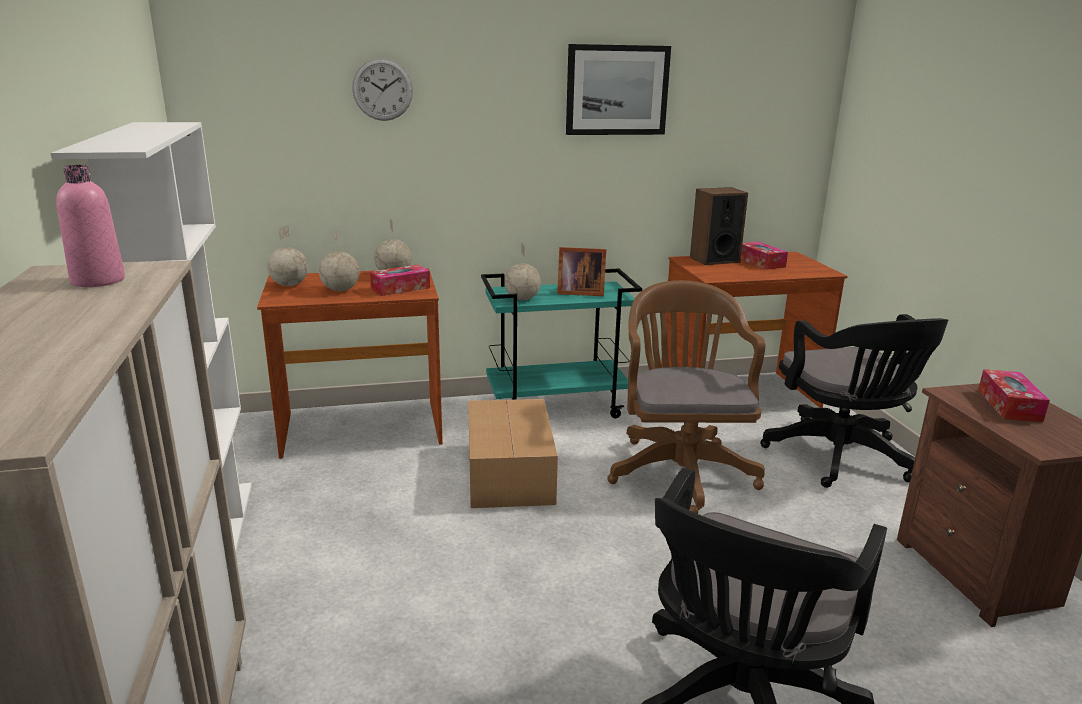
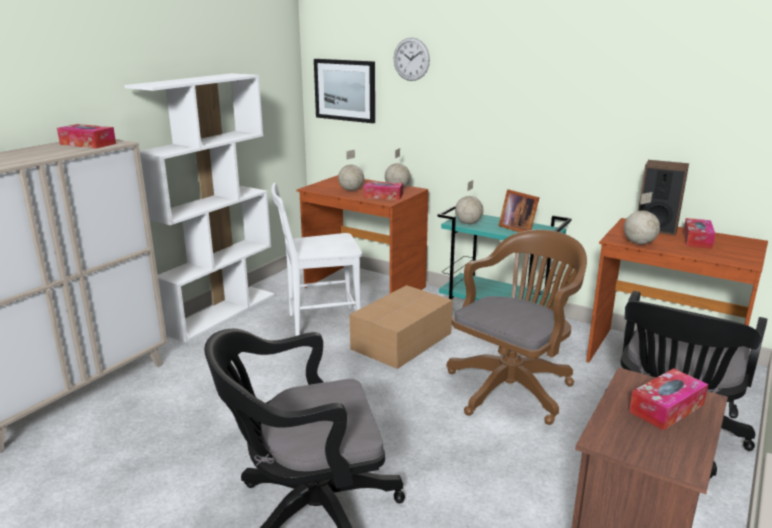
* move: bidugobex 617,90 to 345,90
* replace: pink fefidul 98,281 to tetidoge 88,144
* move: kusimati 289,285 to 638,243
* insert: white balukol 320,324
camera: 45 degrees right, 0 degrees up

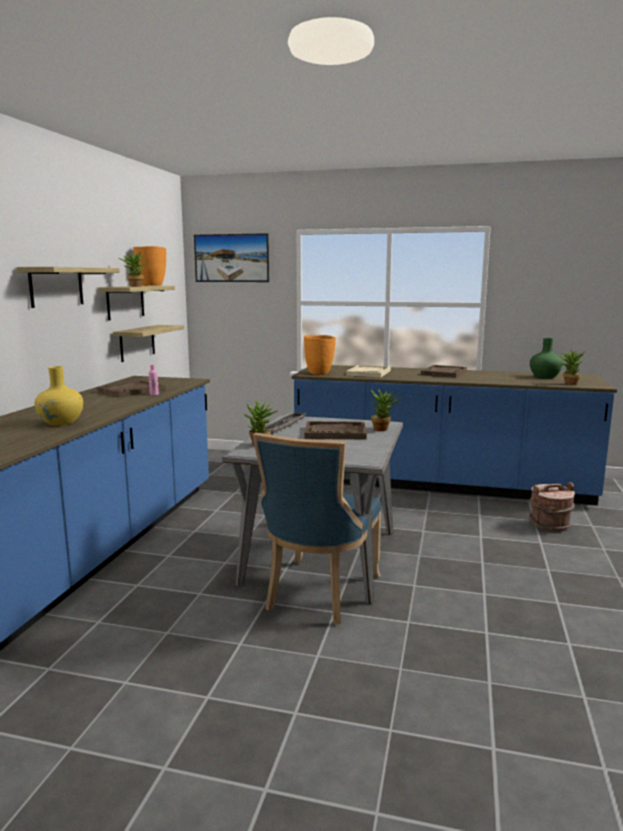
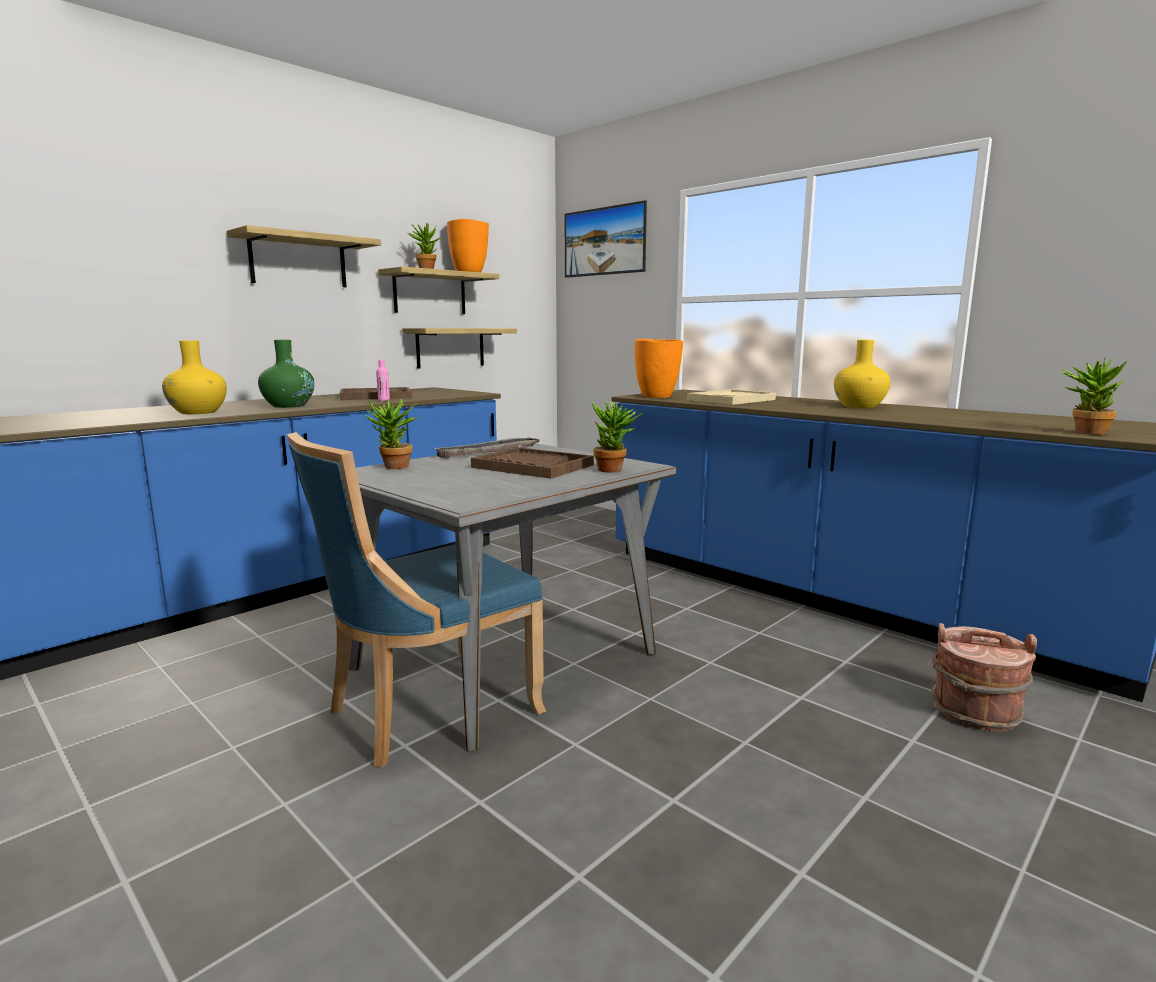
* move: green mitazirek 544,376 to 288,406
* replace: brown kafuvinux 444,373 to yellow mitazirek 859,406
camera: 30 degrees right, 0 degrees up

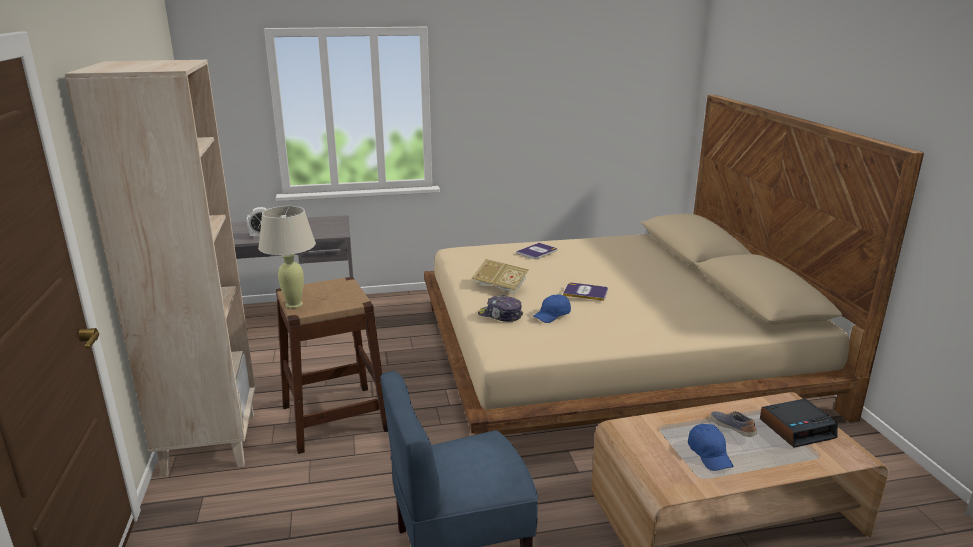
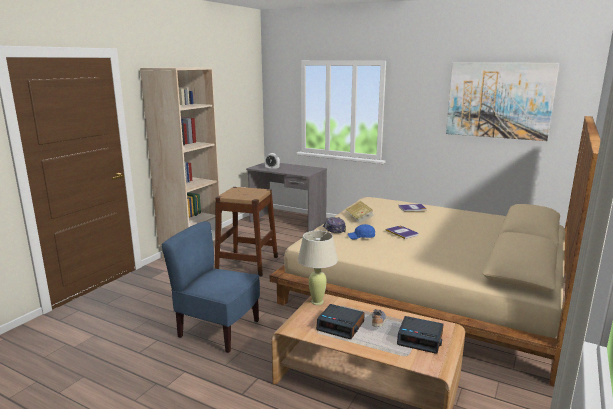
* move: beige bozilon 293,304 to 317,302
* replace: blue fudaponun 709,454 to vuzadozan 341,326
* insert: bidugobex 499,100
camera: 40 degrees right, 5 degrees down

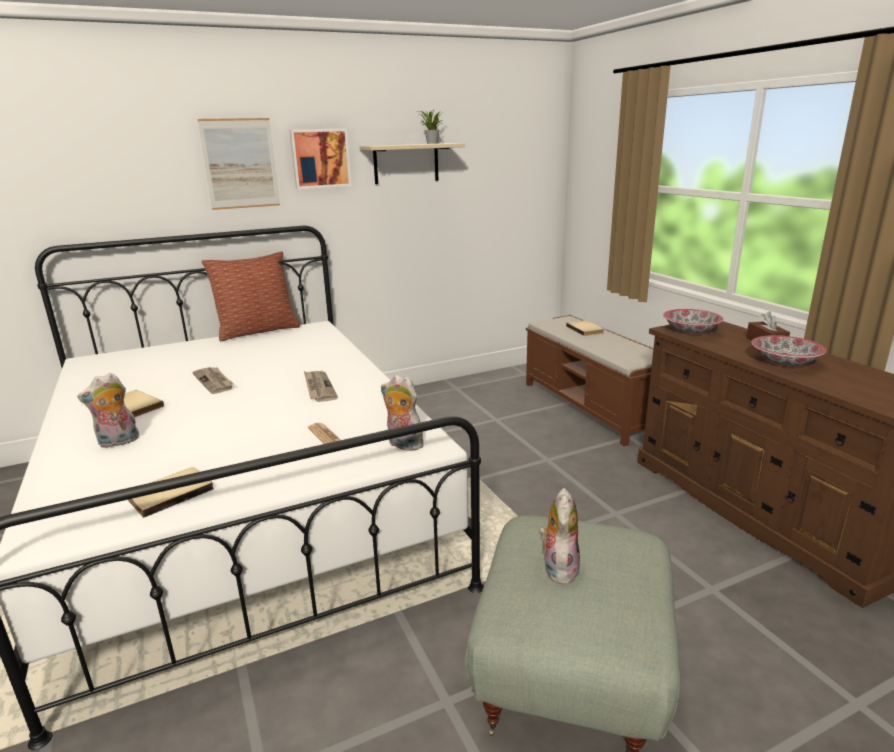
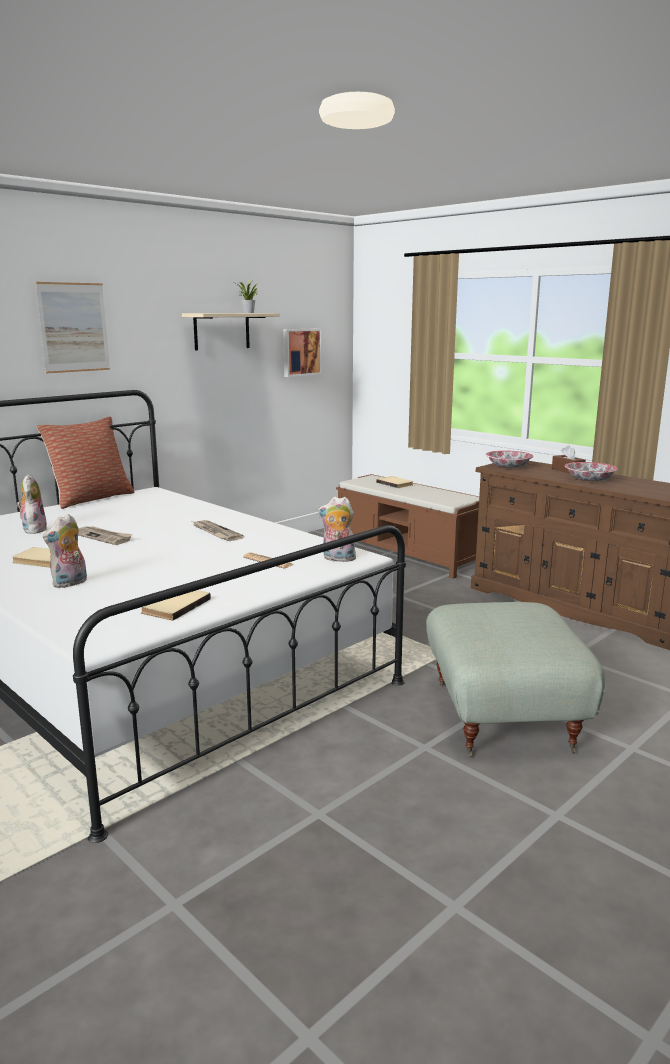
* move: bidugobex 320,158 to 301,352
* move: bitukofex 558,567 to 33,529
camera: 20 degrees left, 5 degrees down

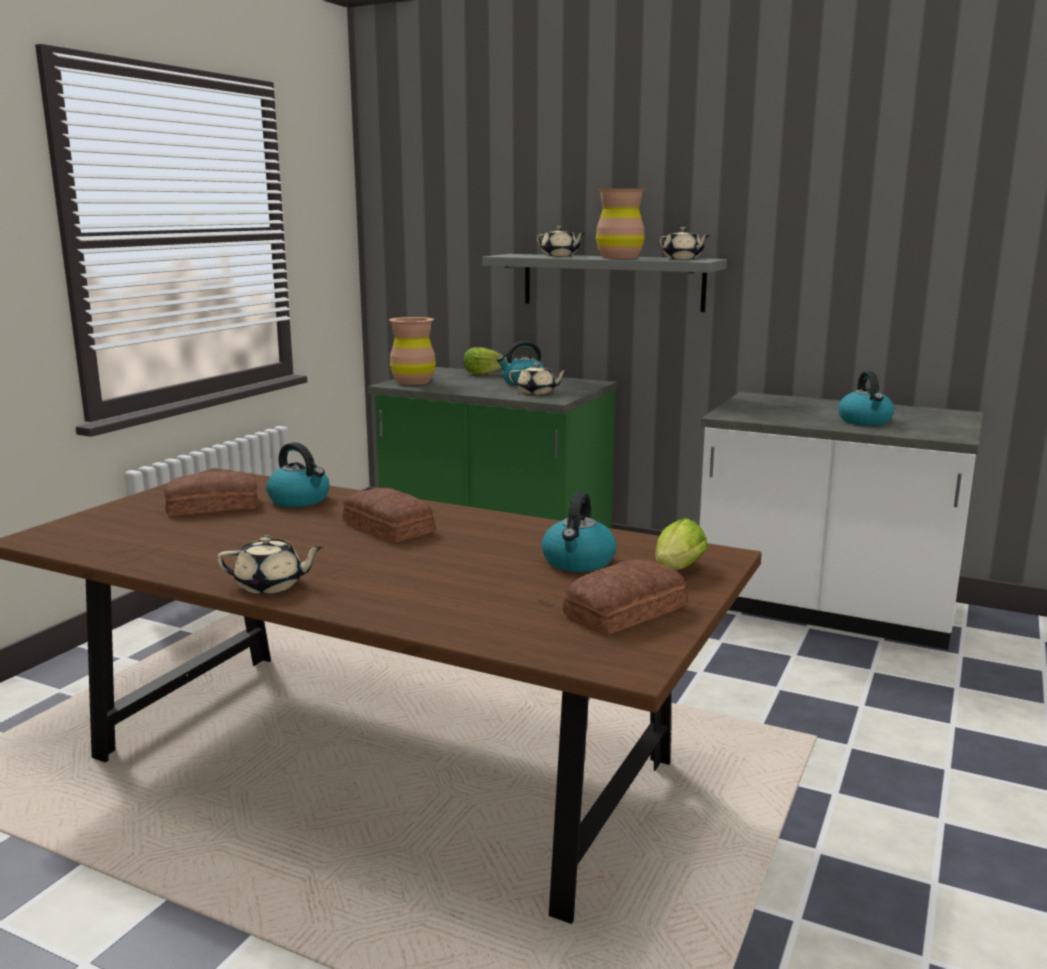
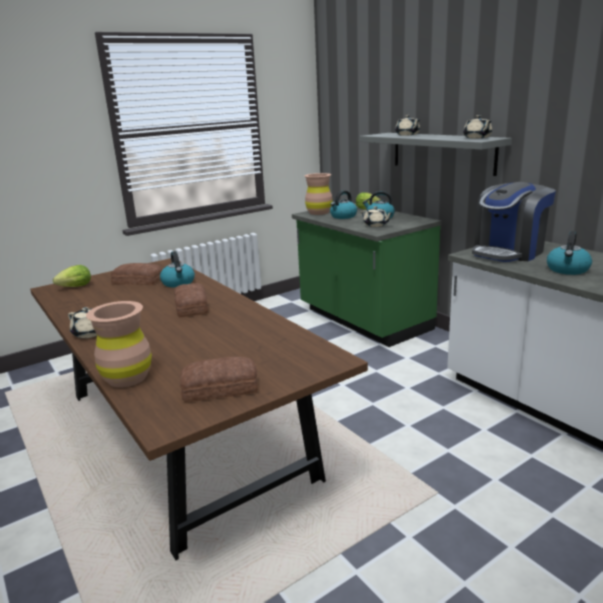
* move: brown mitazirek 619,257 to 127,378
* move: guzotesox 578,562 to 343,216
* move: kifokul 676,571 to 73,287
* insert: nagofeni 508,252
camera: 30 degrees right, 5 degrees up

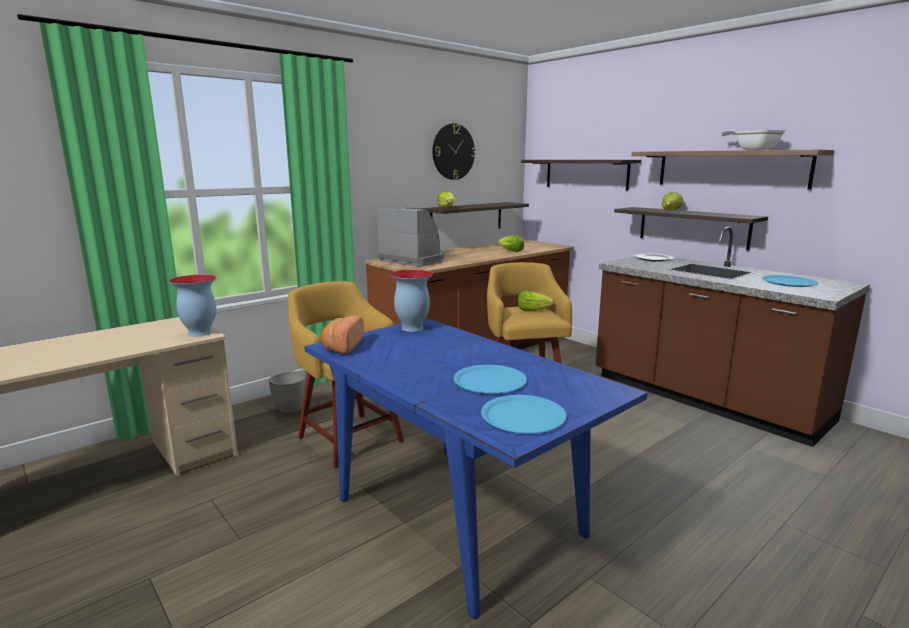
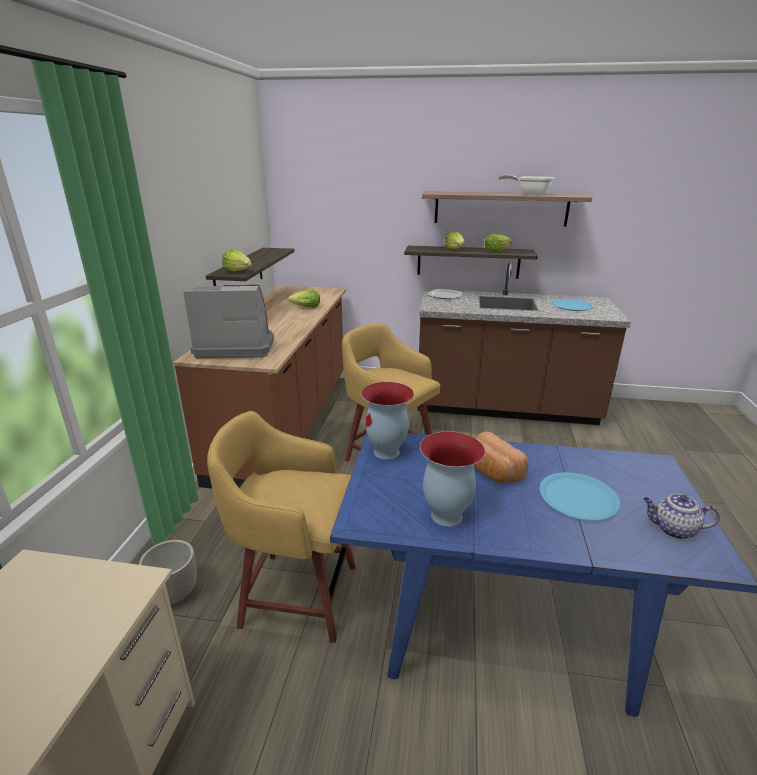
* delete: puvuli 453,152
* delete: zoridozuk 586,174
* move: mitazirek 199,333 to 446,516
* move: kifokul 533,310 to 496,251
* move: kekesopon 342,346 to 491,472
* replace: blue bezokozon 523,416 to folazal 673,529
camera: 40 degrees left, 10 degrees up

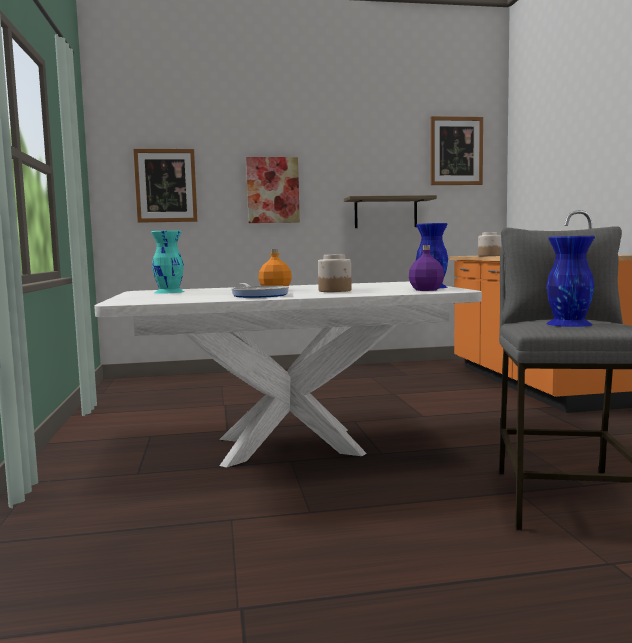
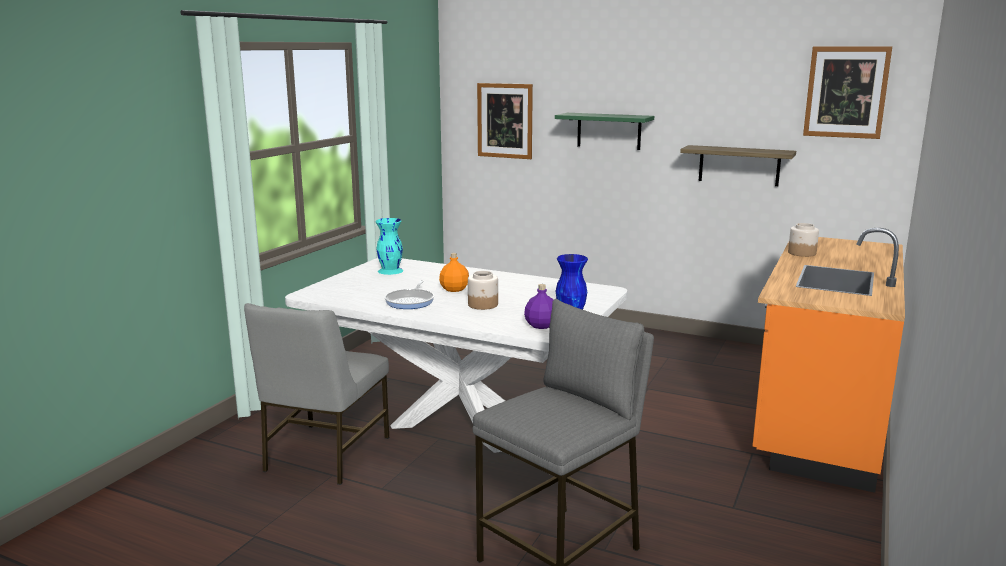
* replace: bidugobex 272,190 to green zoridozuk 609,131
* delete: blue mitazirek 569,323
* insert: grey balukol 324,454
camera: 35 degrees right, 10 degrees up

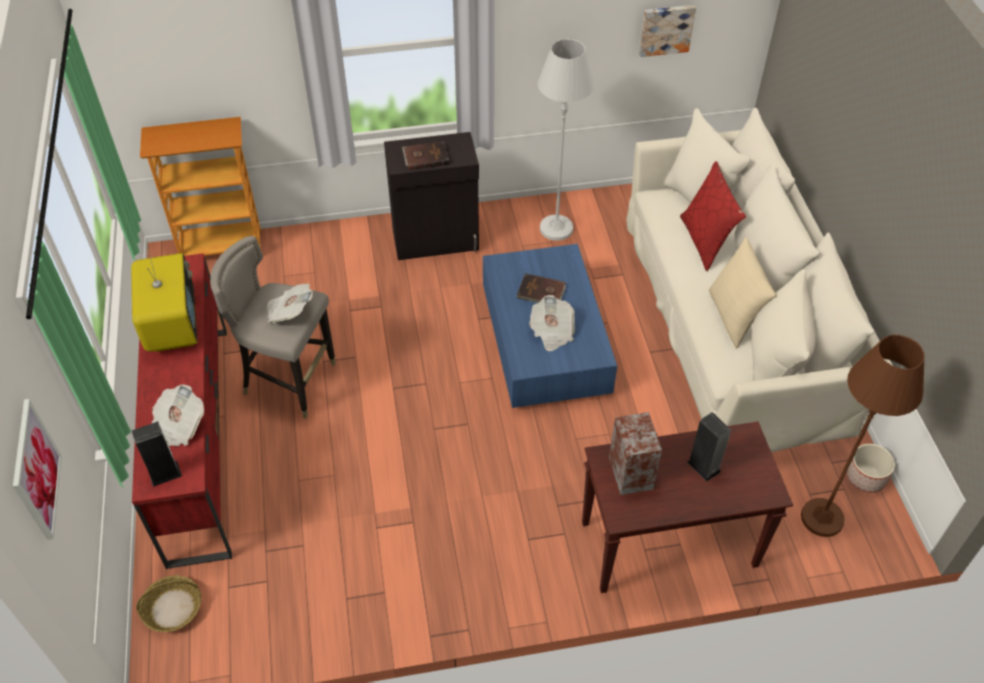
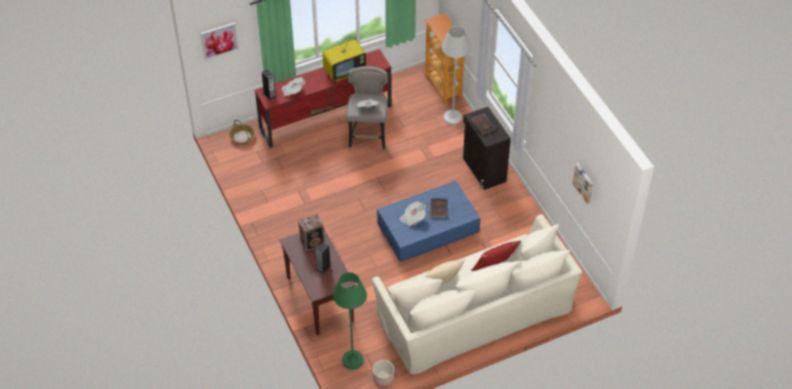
* move: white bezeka 556,228 to 452,117
* recolor: brown bezeka 822,518 to green bezeka 352,360
camera: 75 degrees right, 0 degrees up

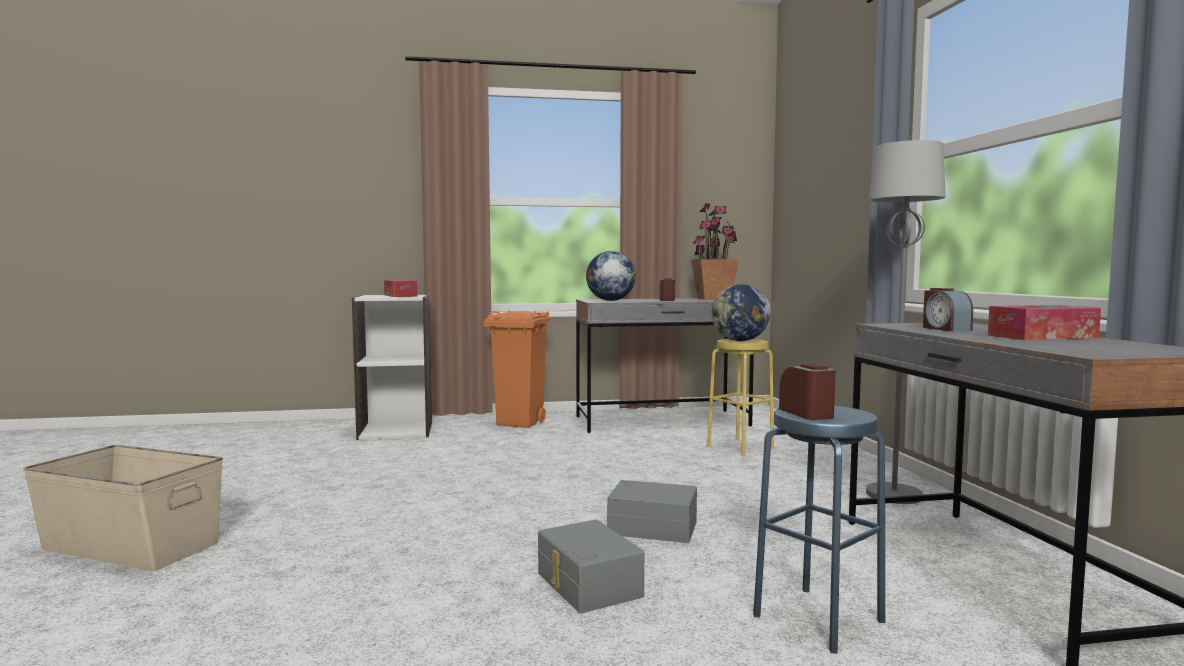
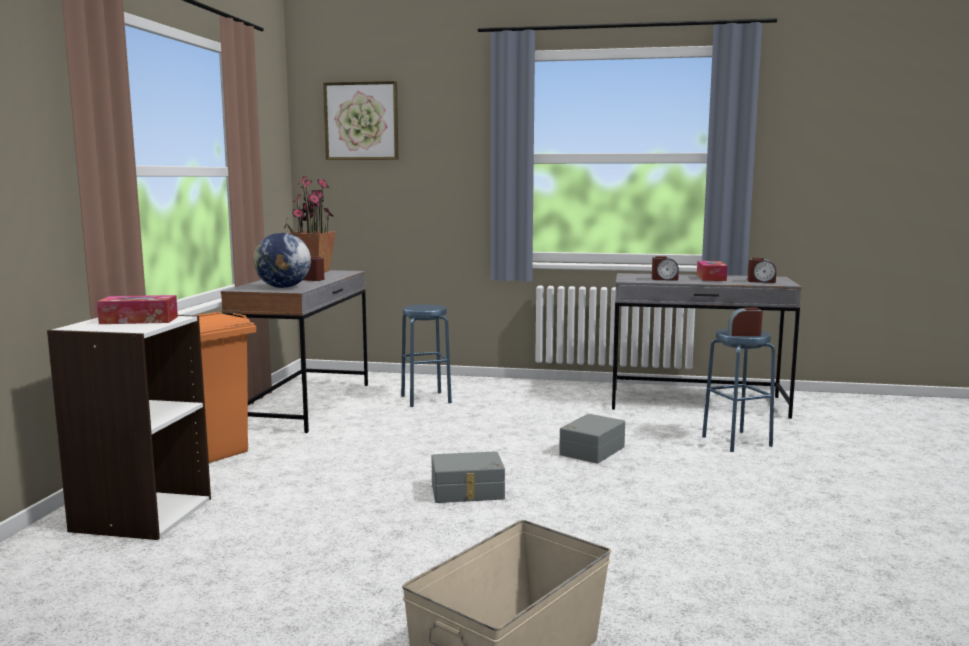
* delete: grey bezeka 894,495
* delete: kusimati 740,341
* recolor: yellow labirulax 740,447 to blue labirulax 426,399
* move: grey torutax 586,585 to 468,492
* insert: bidugobex 361,121
* insert: vuzadozan 761,281
camera: 70 degrees left, 5 degrees up

